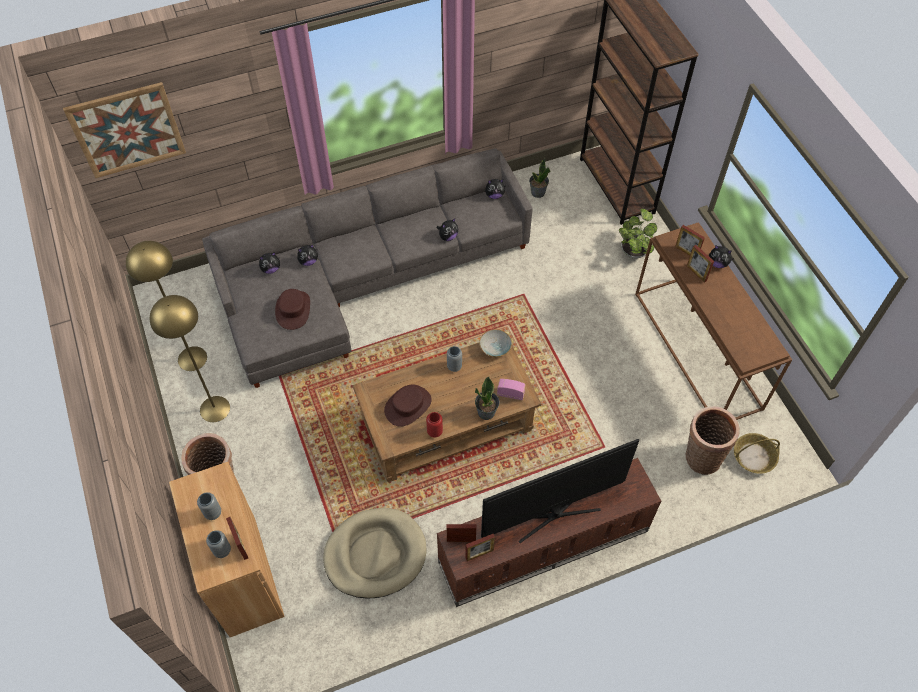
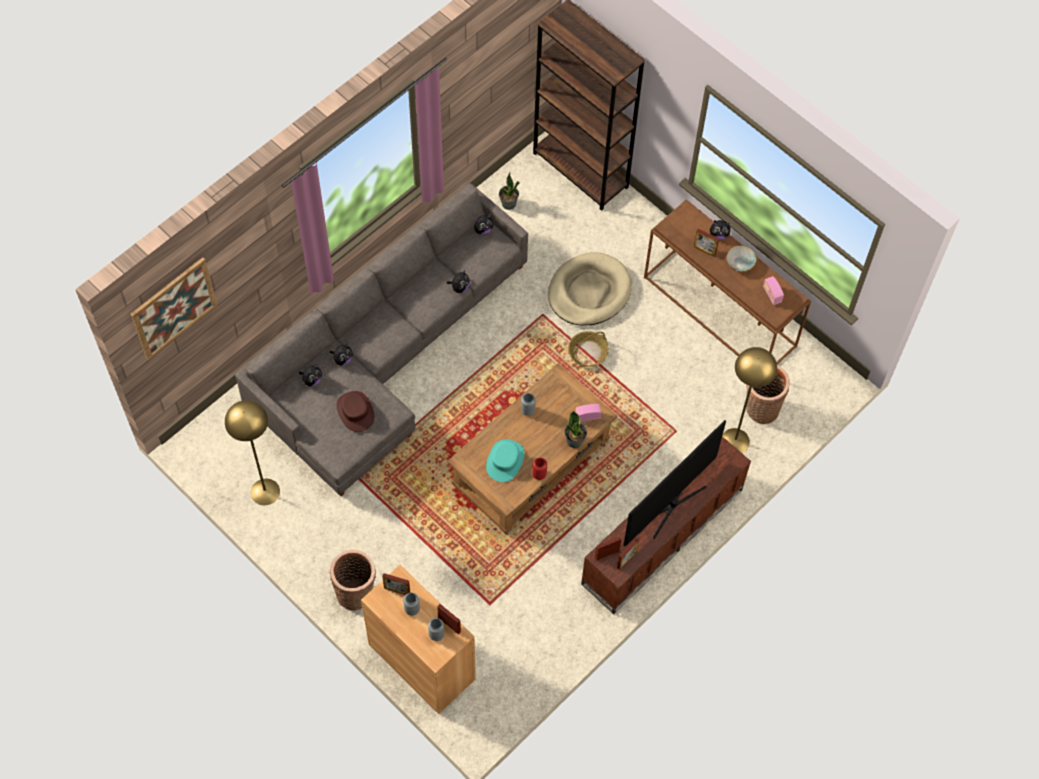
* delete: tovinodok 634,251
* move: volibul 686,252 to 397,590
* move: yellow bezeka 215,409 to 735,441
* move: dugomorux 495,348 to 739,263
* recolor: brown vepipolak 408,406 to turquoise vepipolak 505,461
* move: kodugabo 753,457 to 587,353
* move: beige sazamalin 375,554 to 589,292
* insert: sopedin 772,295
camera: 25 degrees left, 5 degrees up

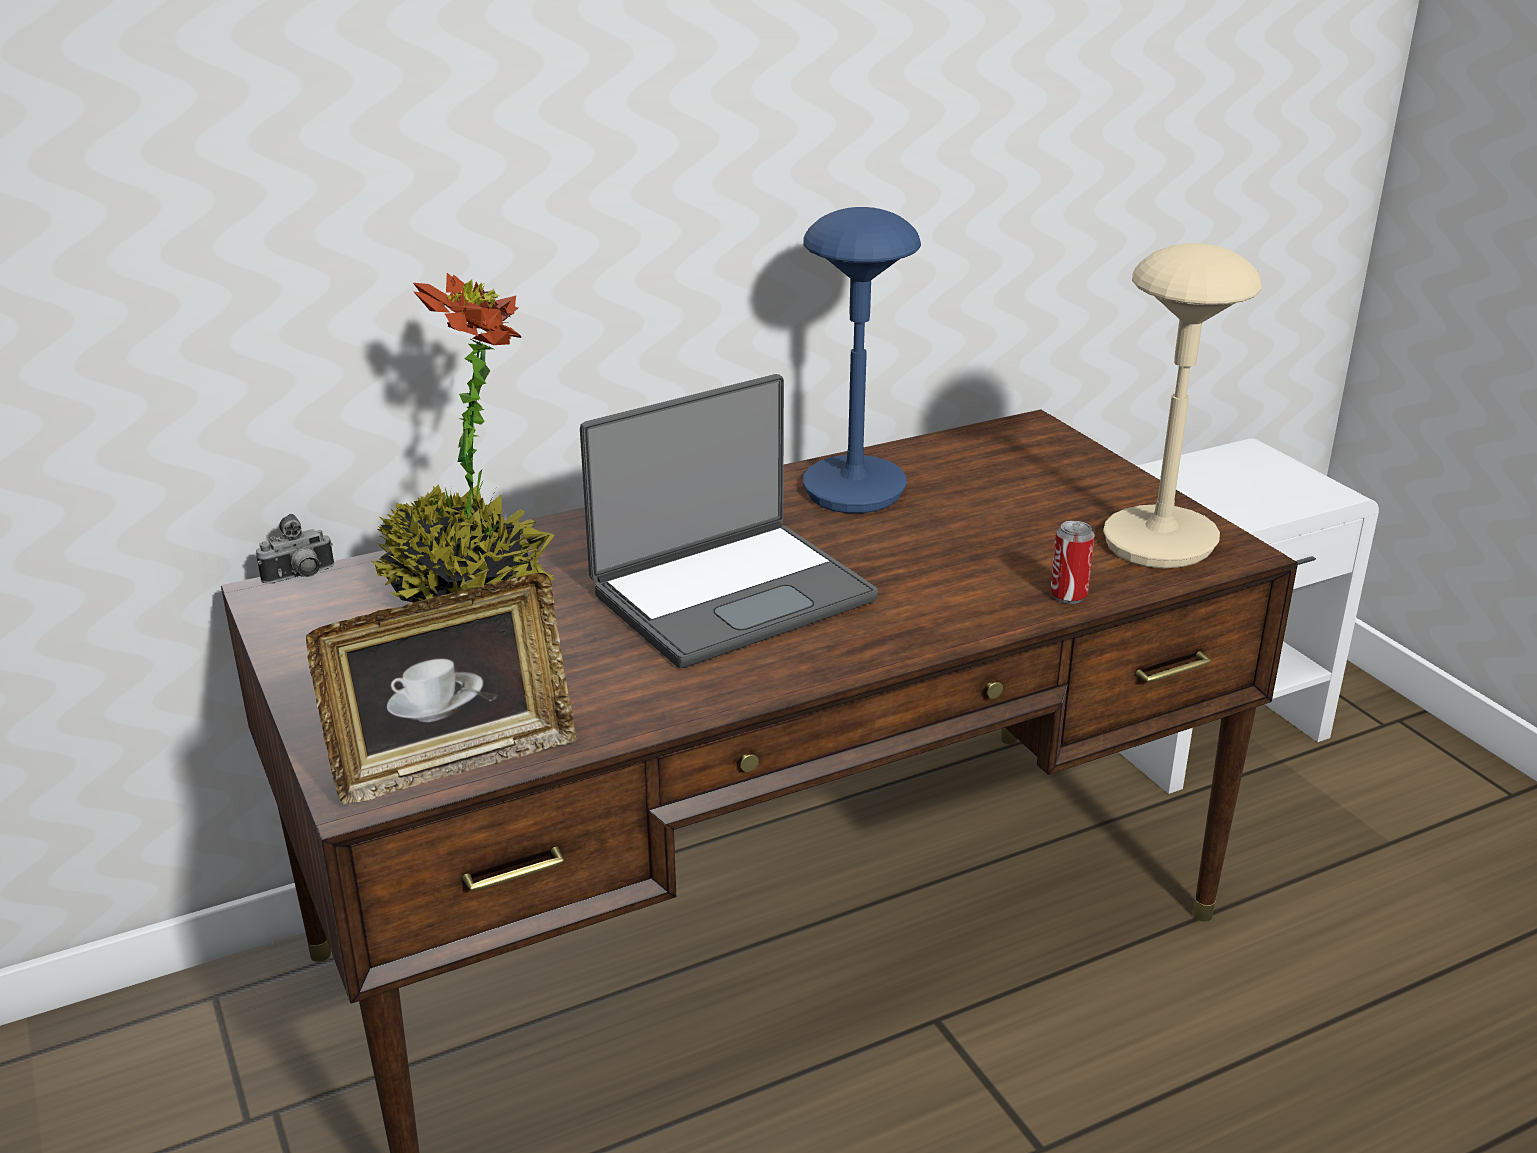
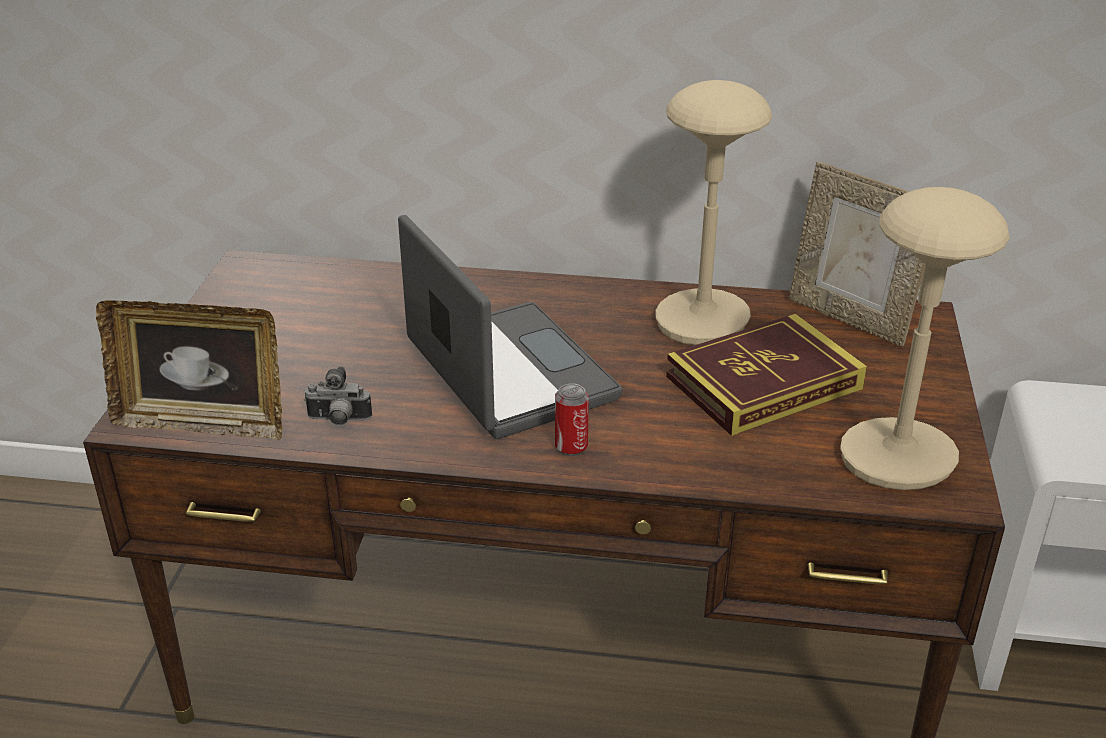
* recolor: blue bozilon 855,489 to beige bozilon 702,321
* delete: tovinodok 466,585
* rotate: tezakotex 730,595 = 507,373 120 degrees counterclockwise
* move: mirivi 300,577 to 338,421
* move: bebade 1068,595 to 571,447
* insert: volibul 850,318
* insert: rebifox 763,382
camera: 35 degrees right, 5 degrees up

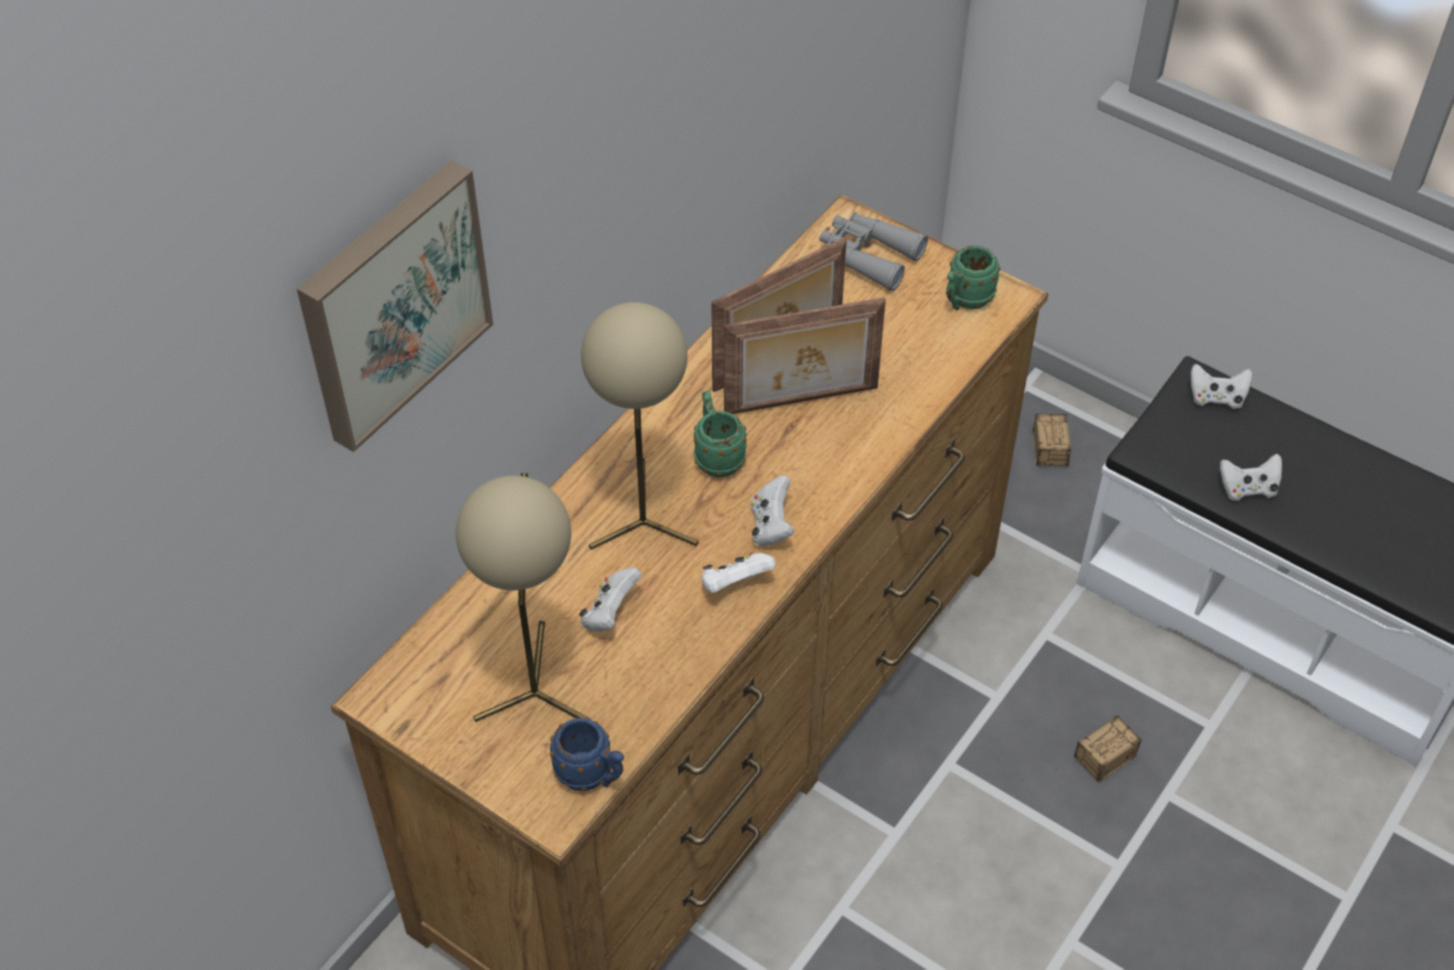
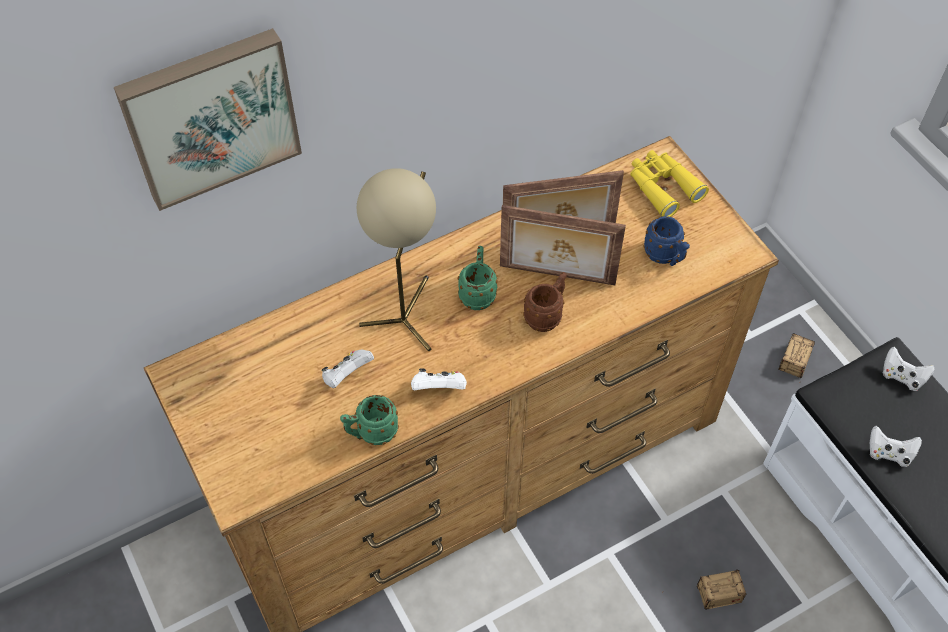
* recolor: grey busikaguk 868,256 to yellow busikaguk 662,187
* move: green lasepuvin 965,301 to 371,433
* delete: beige bozilon 535,684
* delete: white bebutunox 771,526
* move: blue lasepuvin 591,776 to 665,257
* insert: brown lasepuvin 546,315
camera: 25 degrees right, 5 degrees up

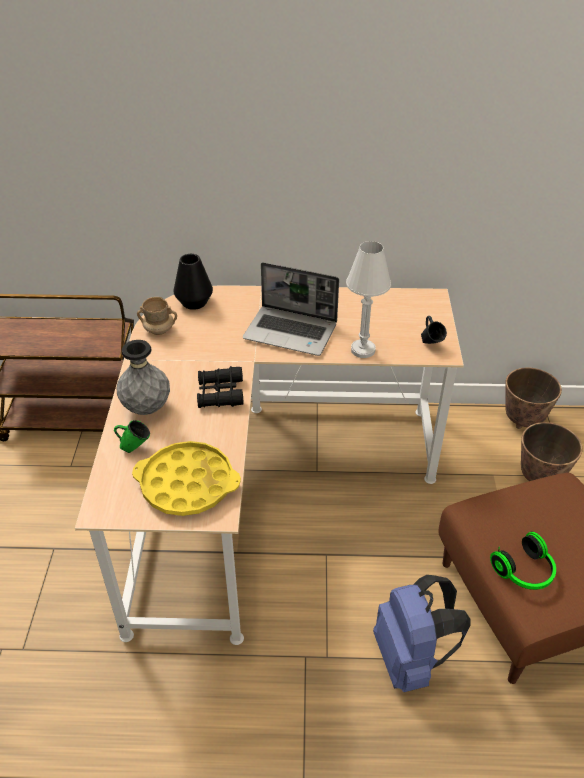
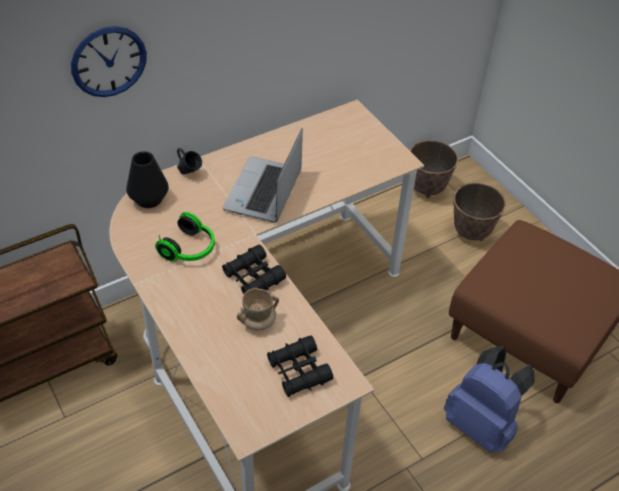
* delete: white bozilon 363,350
* rotate: tezakotex 291,332 = 264,192 120 degrees clockwise
* move: beige lasepuvin 159,330 to 258,321
* move: blue lasepuvin 430,344 to 189,173
* delete: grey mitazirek 147,408
* delete: green lasepuvin 135,447
* replace: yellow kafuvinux 187,484 to black busikaguk 299,371
* move: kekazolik 525,572 to 190,249
* insert: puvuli 109,61
camera: 35 degrees left, 5 degrees up

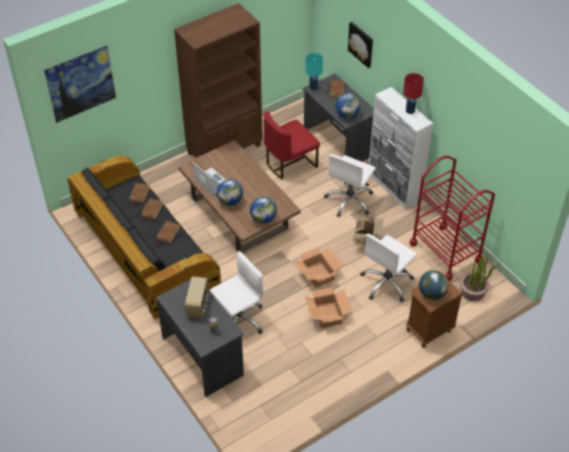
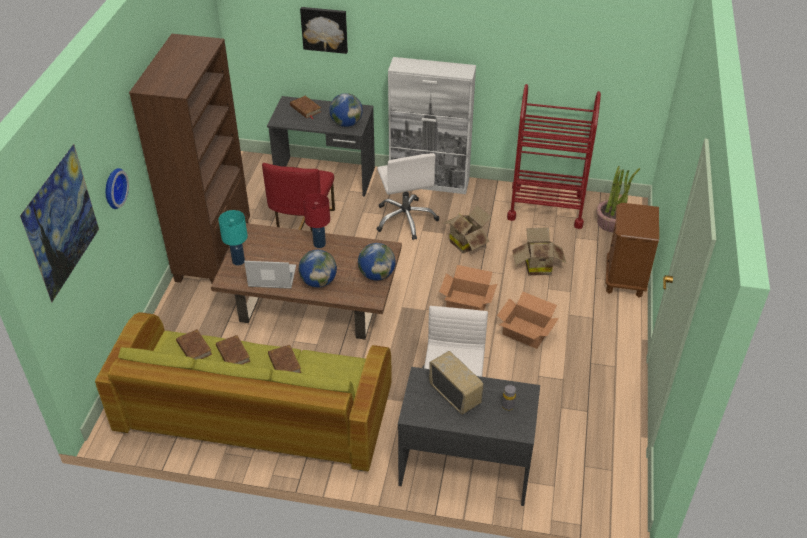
* move: turquoise bozilon 313,87 to 238,261
* move: red bozilon 410,110 to 319,244
* recolor: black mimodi 144,249 to green mimodi 254,411
* replace: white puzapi 387,283 to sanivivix 536,266
* delete: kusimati 432,294
* insert: puvuli 113,188
camera: 45 degrees left, 5 degrees down

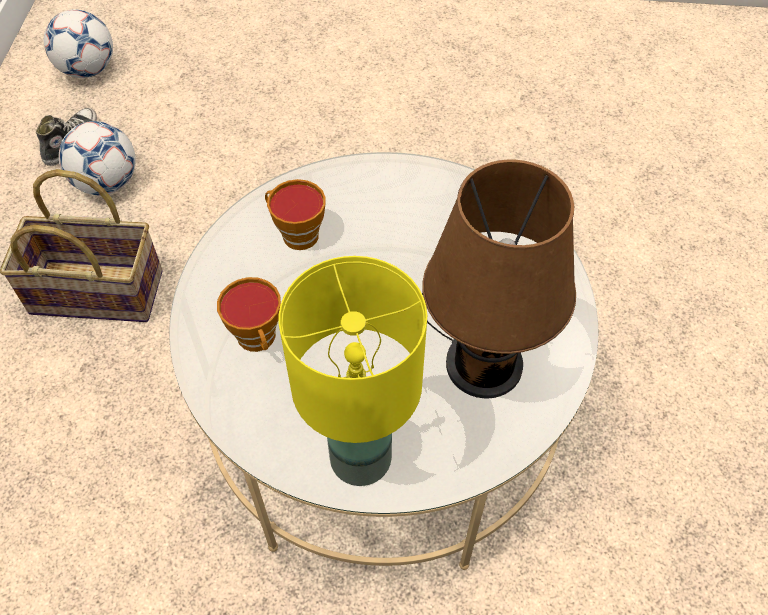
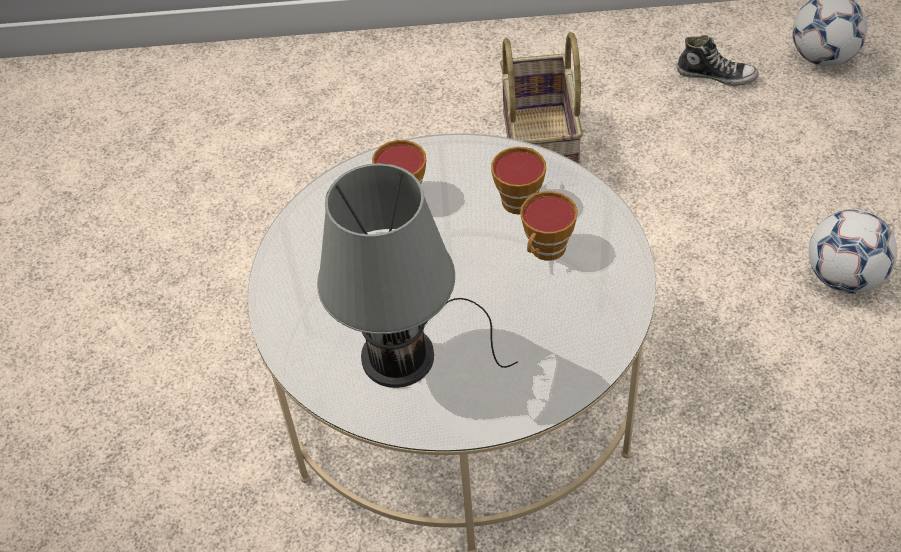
* move: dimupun 107,183 to 844,277
* recolor: brown bozilon 480,356 to grey bozilon 407,354
* delete: yellow bozilon 359,459
* insert: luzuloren 546,250
camera: 85 degrees right, 5 degrees down

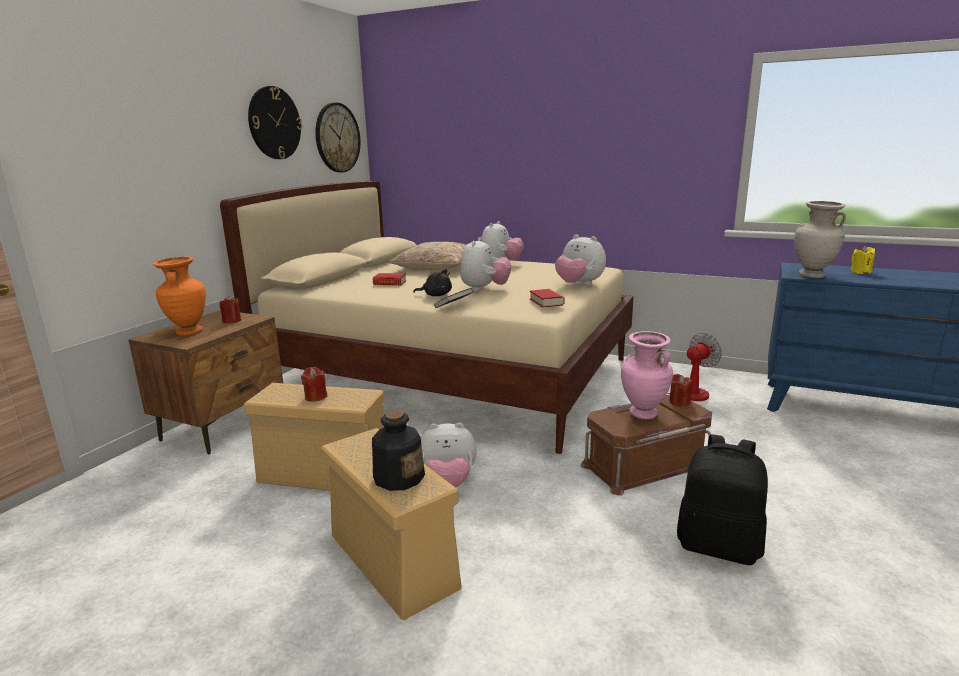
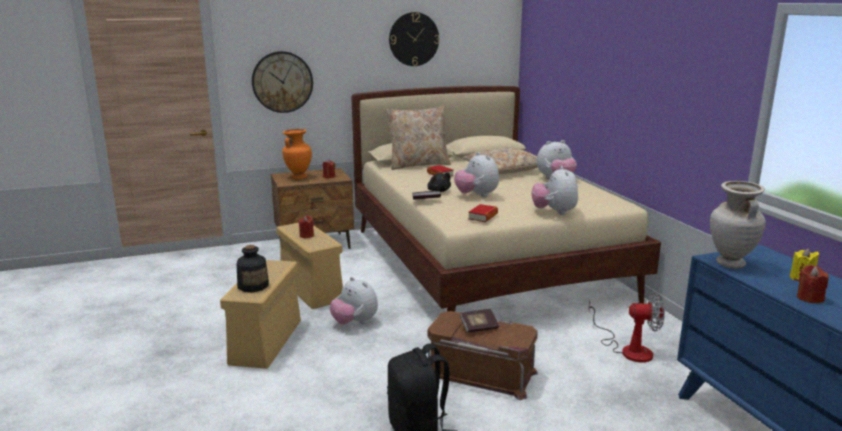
* move: puvuli 337,138 to 282,82
* rotate: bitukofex 484,289 = 476,195 90 degrees clockwise
* replace: pink mitazirek 643,414 to rebifox 479,327
* move: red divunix 679,402 to 809,298
* insert: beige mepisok 418,165
camera: 45 degrees right, 0 degrees up

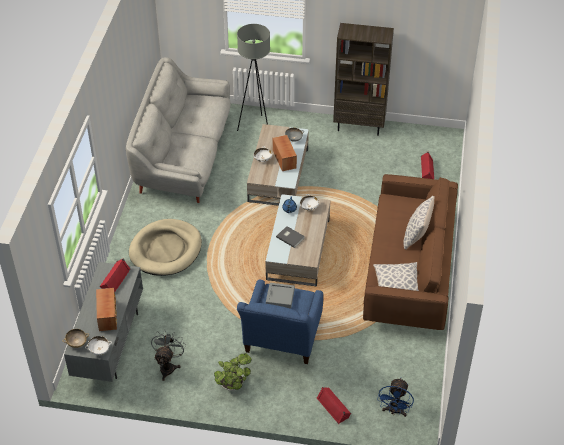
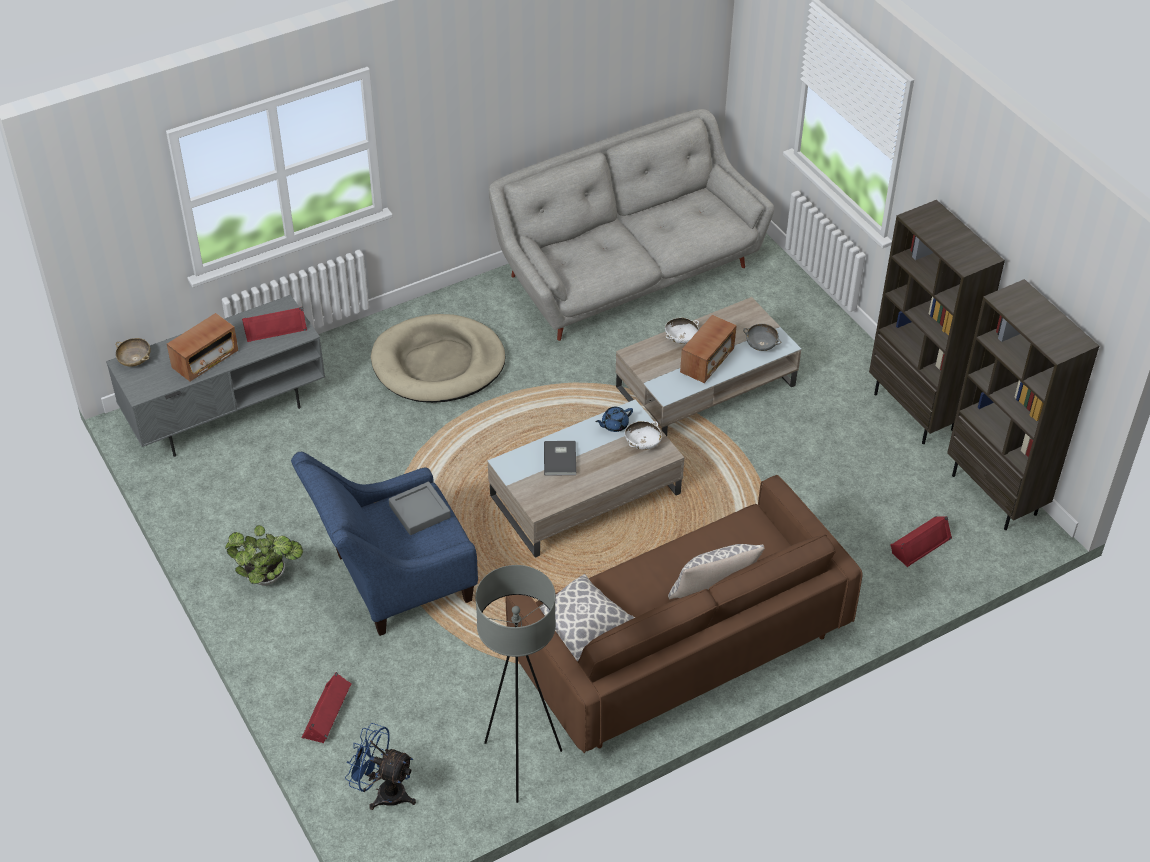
* move: grey bezeka 255,127 to 520,764
* delete: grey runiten 168,366
* delete: white dugomorux 99,350
* rotate: blue runiten 394,411 = 384,792 45 degrees clockwise
* insert: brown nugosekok 995,495
camera: 50 degrees right, 0 degrees up

